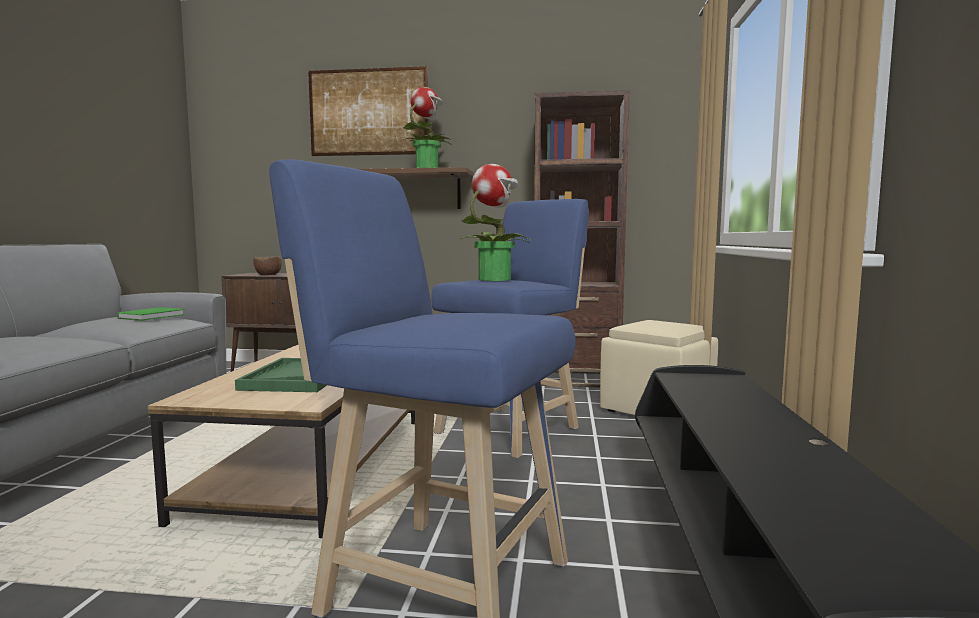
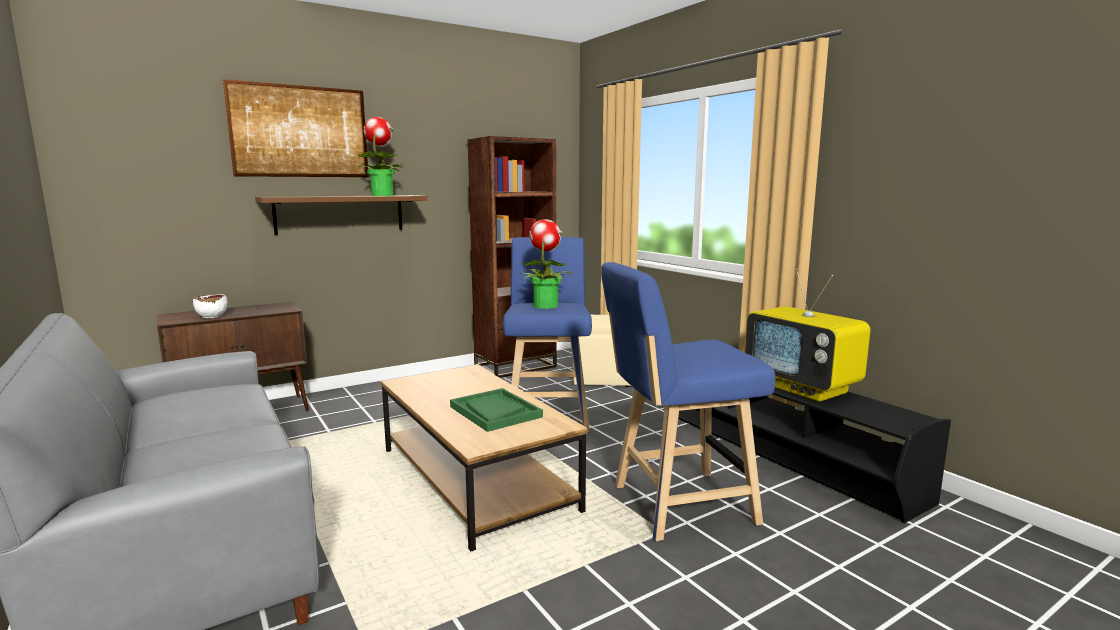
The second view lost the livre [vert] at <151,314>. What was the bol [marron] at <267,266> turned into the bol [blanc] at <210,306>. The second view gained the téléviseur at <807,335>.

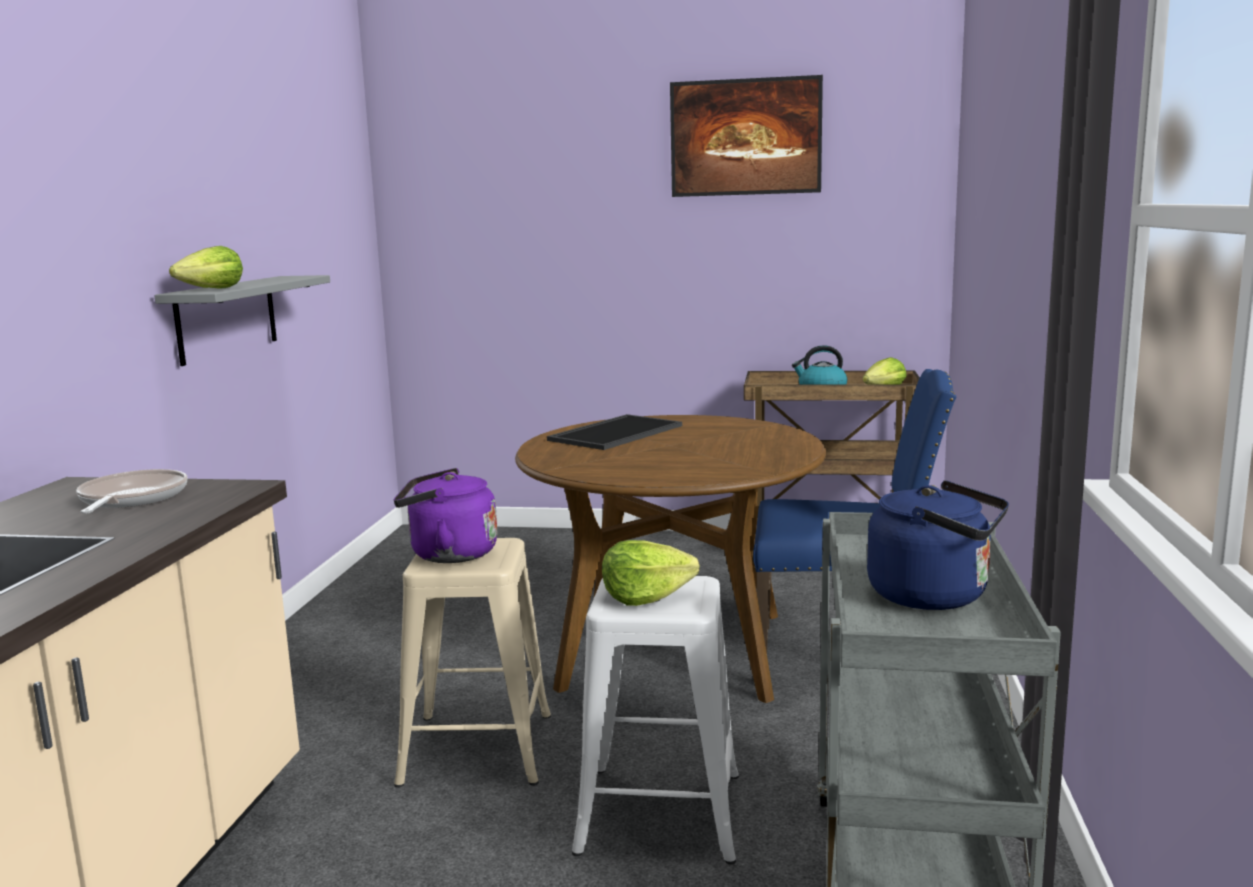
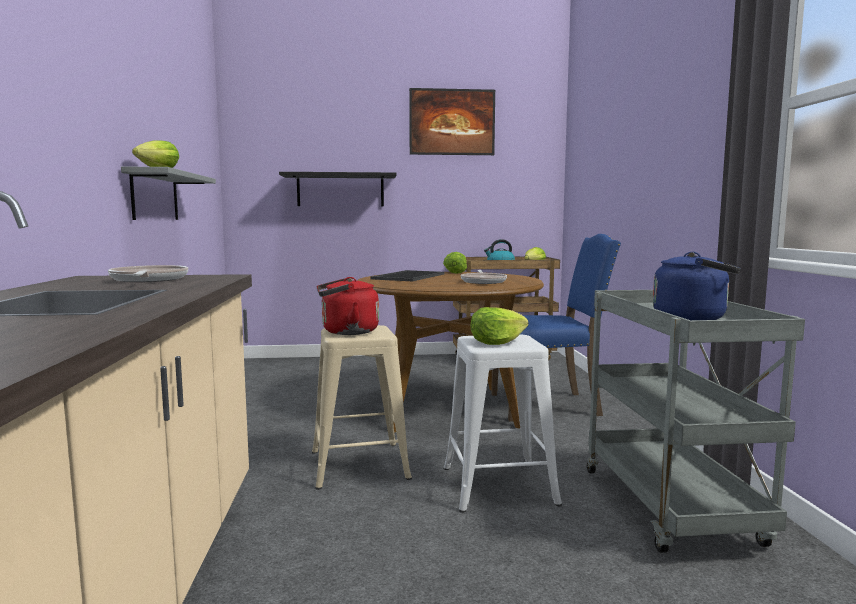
What was the bouilloire [violet] at <445,515> turned into the bouilloire [rouge] at <348,306>. The second view gained the étagère [noir] at <337,189>. The second view gained the laitue at <455,263>. The second view gained the poêle at <484,277>.

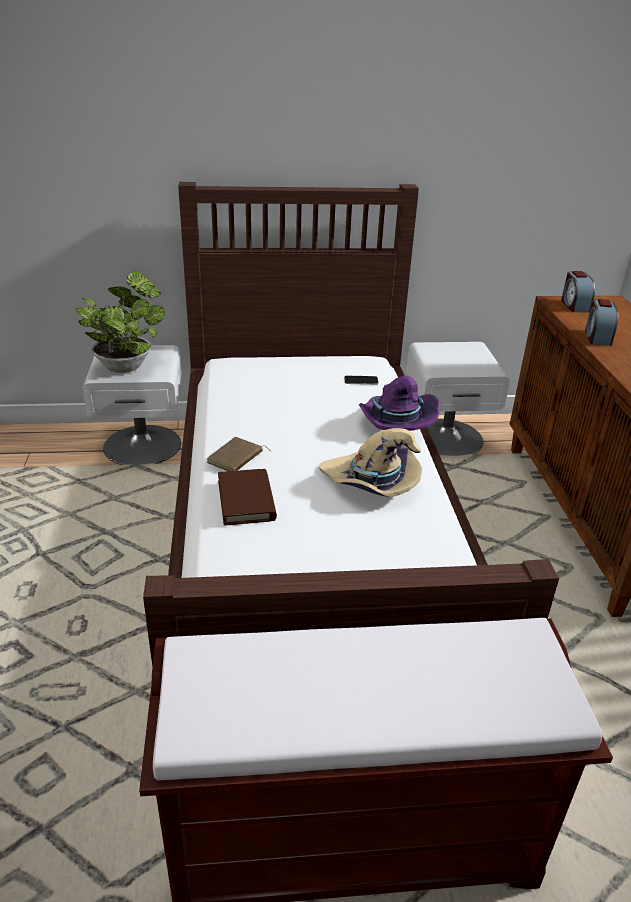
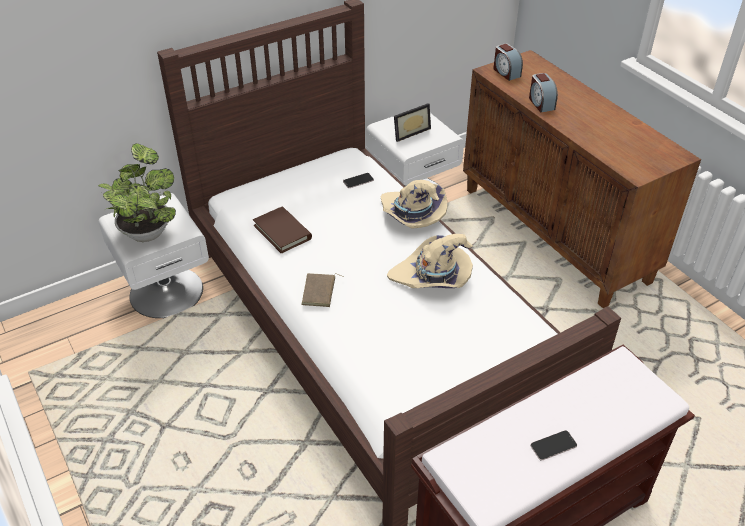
The livre [marron] ended up elsewhere, having gone from <247,497> to <282,230>. What was the chapeau [violet] at <399,403> turned into the chapeau [beige] at <414,204>. The second view gained the cadre photo at <412,122>. The second view gained the téléphone at <553,445>.

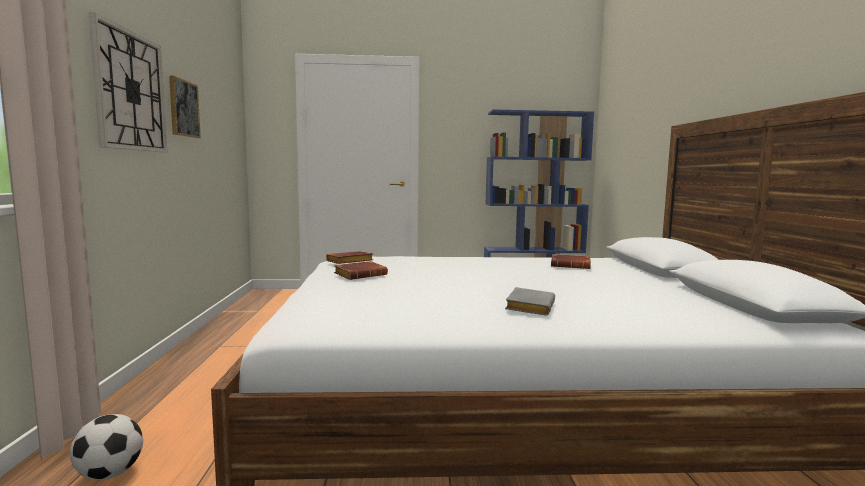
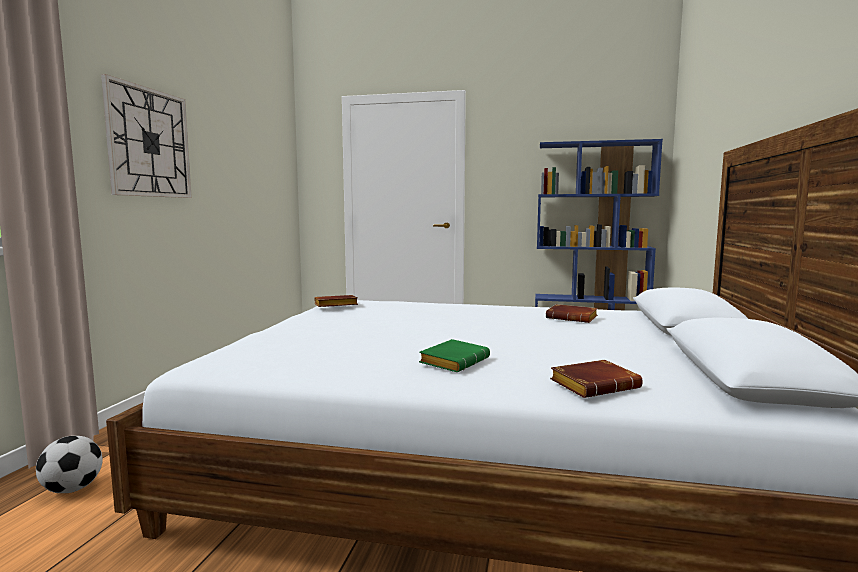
The second view lost the tableau at <185,106>. The livre [marron] ended up elsewhere, having gone from <361,270> to <596,379>. What was the livre [gris] at <530,301> turned into the livre [vert] at <454,355>.

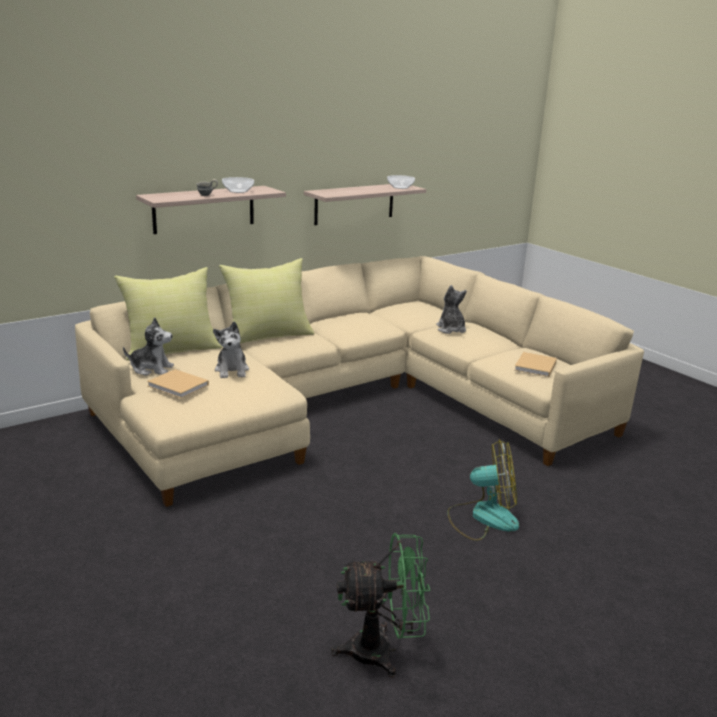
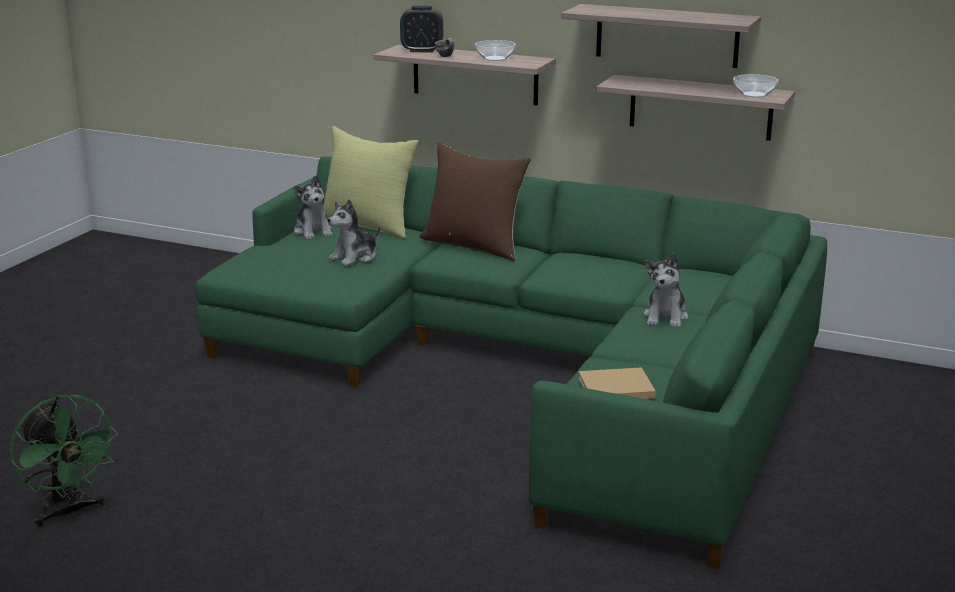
What was the canapé [beige] at <359,381> turned into the canapé [vert] at <511,362>. The second view lost the livre [beige] at <178,383>. What was the coussin [jaune] at <267,300> turned into the coussin [marron] at <475,201>. The peluche at <451,309> ended up facing another way, 150 degrees clockwise from before. The second view lost the ventilateur at <483,490>. The second view gained the réveil at <421,29>. The second view gained the étagère at <661,36>.

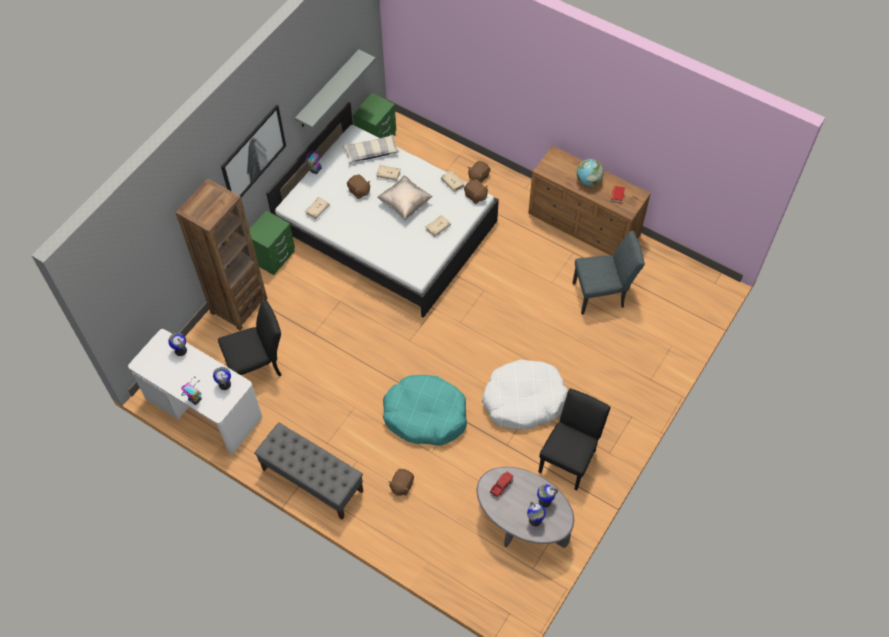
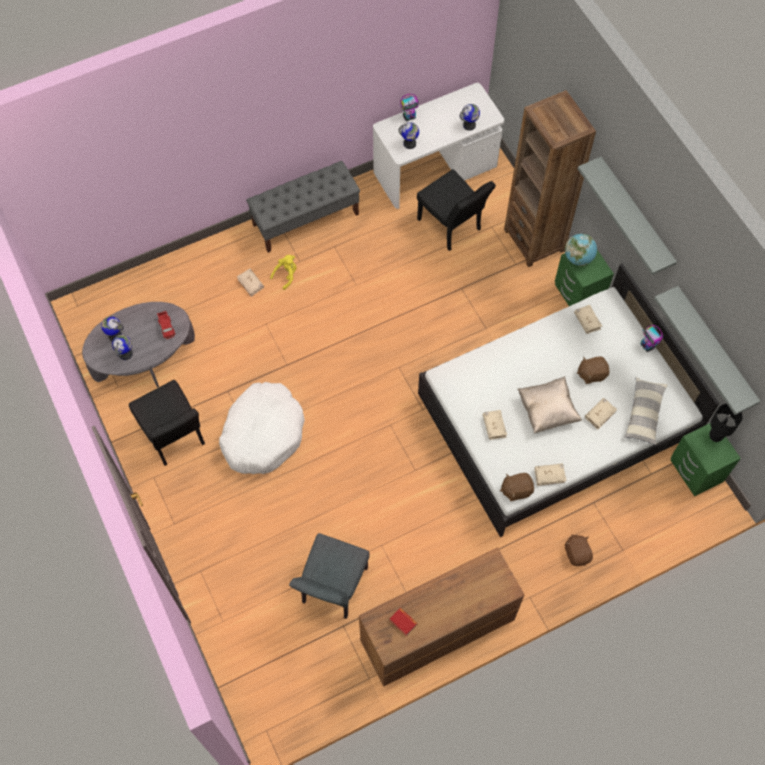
The chaise [noir] at <250,338> ended up facing another way, 45 degrees counterclockwise from before. Where the tableau hung at <253,151>, the étagère [gris] came to hang at <627,216>. The second view lost the panier pour chien [turquoise] at <425,410>. Where the peluche [marron] stood at <401,482>, the livre [beige] came to stand at <250,283>. The globe ended up elsewhere, having gone from <590,172> to <581,250>. The second view gained the peluche [jaune] at <283,272>. The second view gained the lampe de table [noir] at <726,422>.

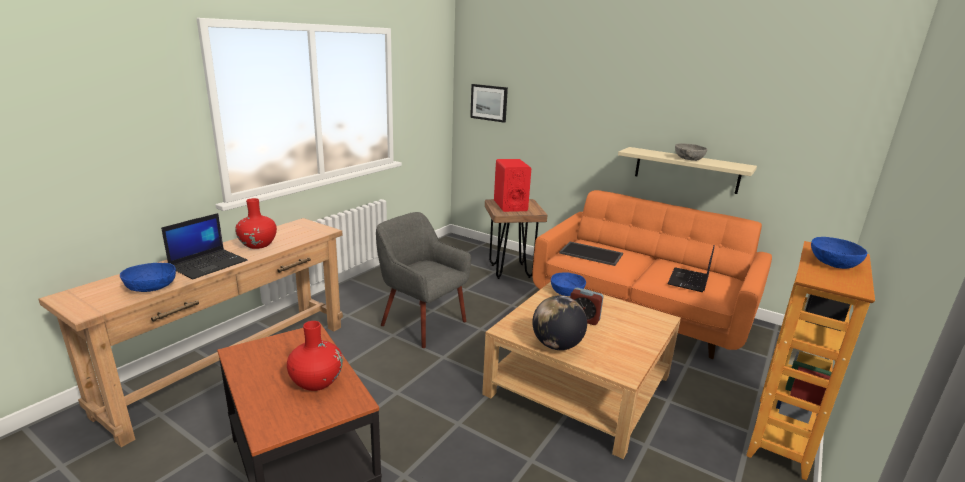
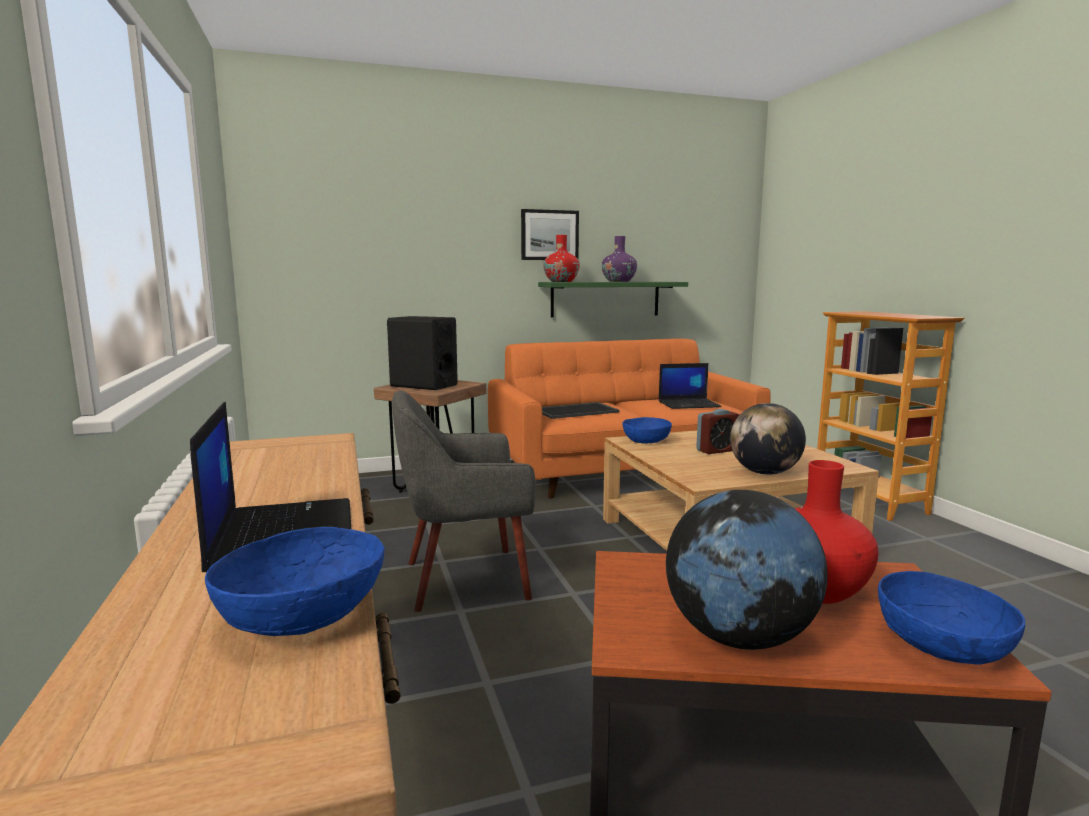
The vase [rouge] ended up elsewhere, having gone from <256,223> to <561,258>. The tableau ended up elsewhere, having gone from <489,103> to <550,234>. What was the enceinte [rouge] at <512,185> turned into the enceinte [noir] at <422,353>. What was the étagère [beige] at <687,170> turned into the étagère [vert] at <613,300>. The ordinateur portable at <691,268> ended up facing another way, 75 degrees counterclockwise from before. Where the bol [gris] stood at <691,152>, the vase [violet] came to stand at <619,259>. The bol [bleu] ended up elsewhere, having gone from <839,253> to <951,618>. The second view gained the globe at <747,570>.

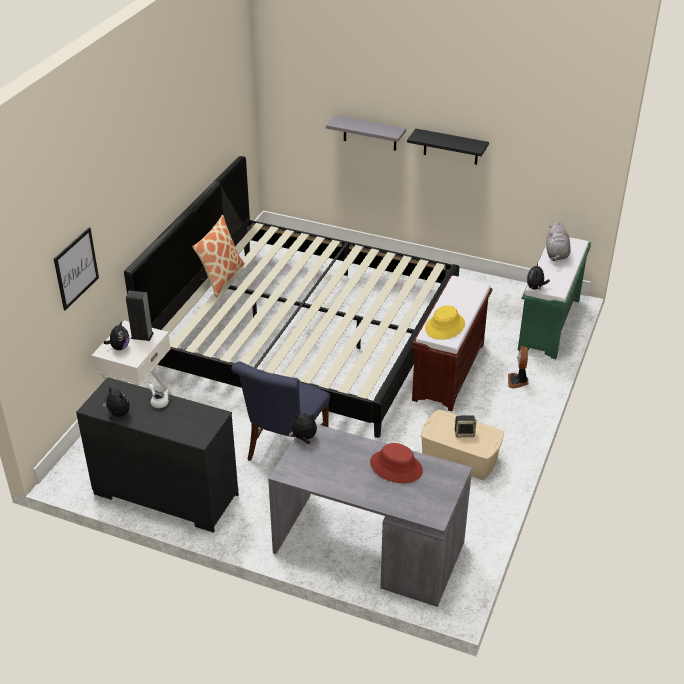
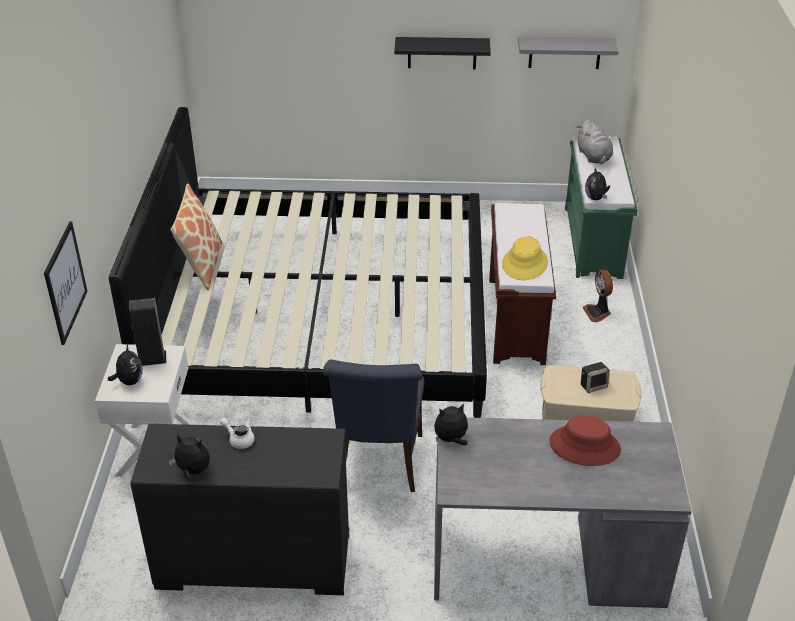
The étagère [gris] ended up elsewhere, having gone from <366,133> to <568,52>.

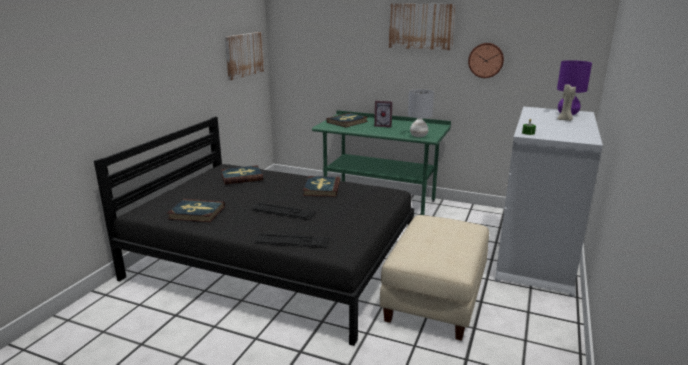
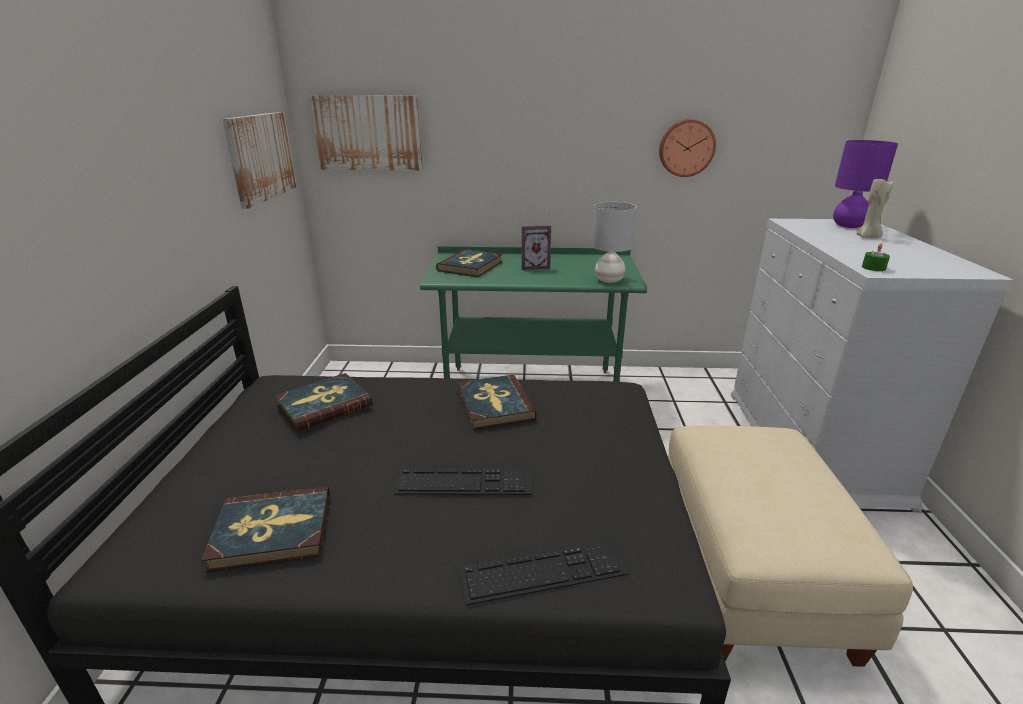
The tableau ended up elsewhere, having gone from <422,26> to <366,132>.

